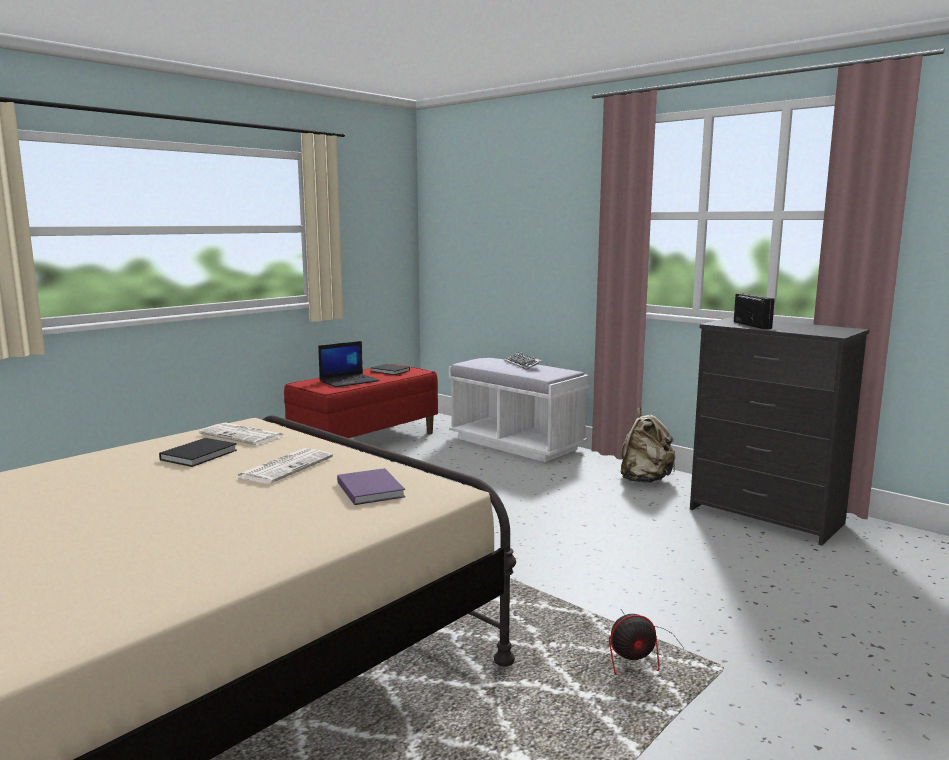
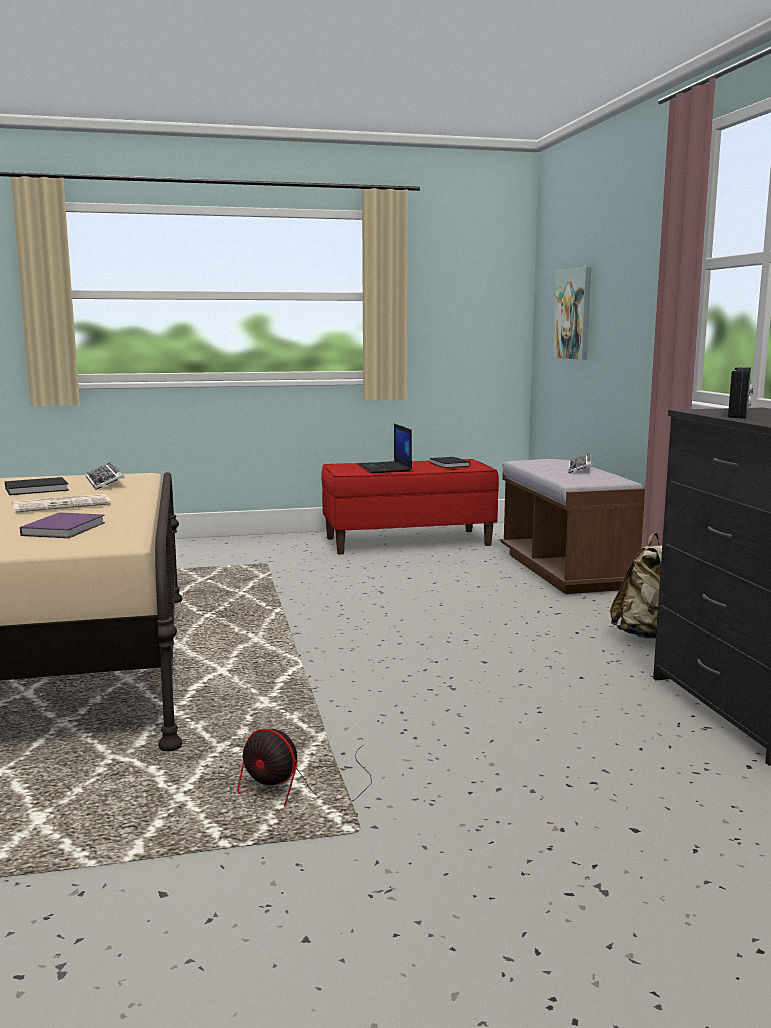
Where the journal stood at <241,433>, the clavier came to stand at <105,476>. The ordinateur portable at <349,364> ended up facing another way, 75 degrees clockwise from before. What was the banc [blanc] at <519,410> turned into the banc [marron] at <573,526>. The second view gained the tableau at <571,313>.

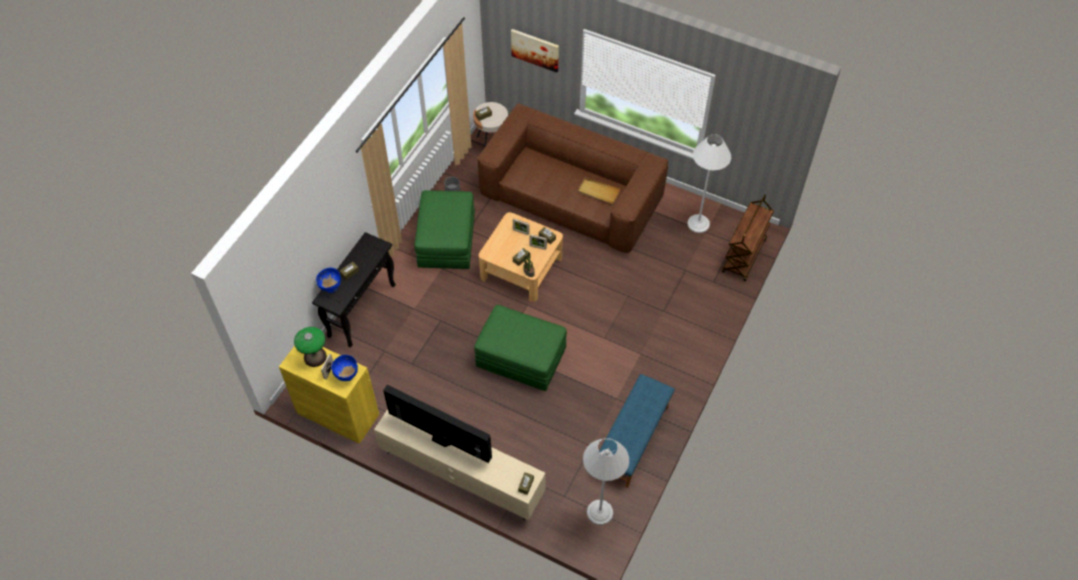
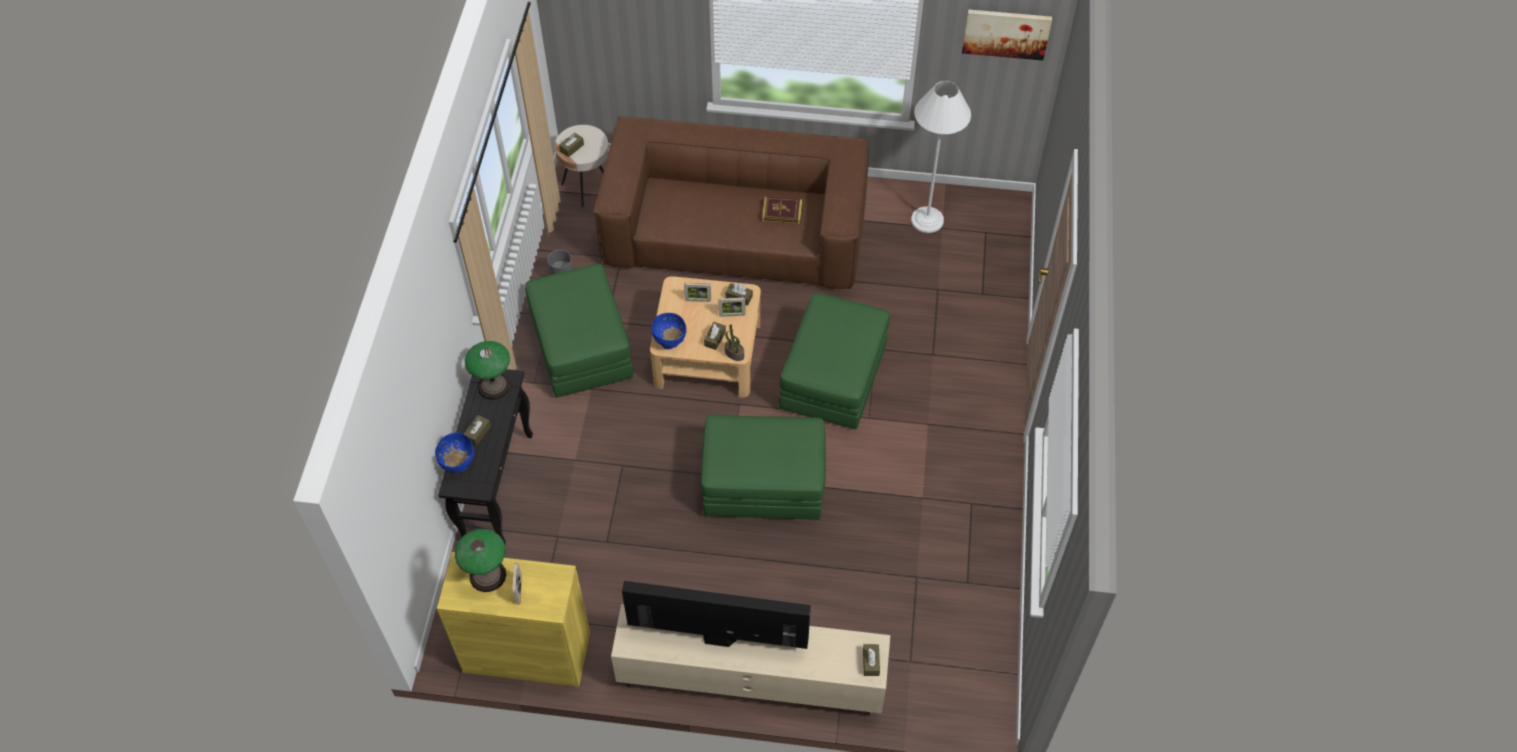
The bol [bleu] ended up elsewhere, having gone from <344,368> to <669,331>. The tableau ended up elsewhere, having gone from <535,51> to <1007,35>. Where the plateau [beige] stood at <598,191>, the livre came to stand at <782,210>. The second view lost the lampadaire [blanc] at <606,481>. The second view lost the banc [bleu] at <637,431>. The second view lost the chariot [marron] at <748,237>. The second view gained the lampe de table at <488,370>. The second view gained the pouf [vert] at <834,361>.

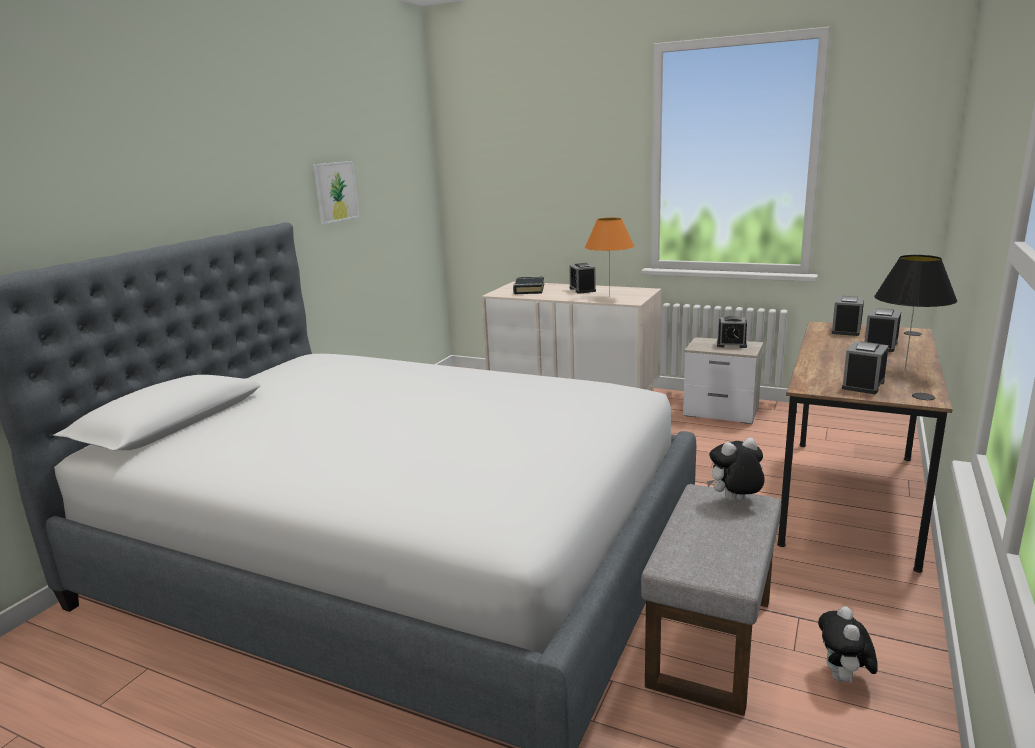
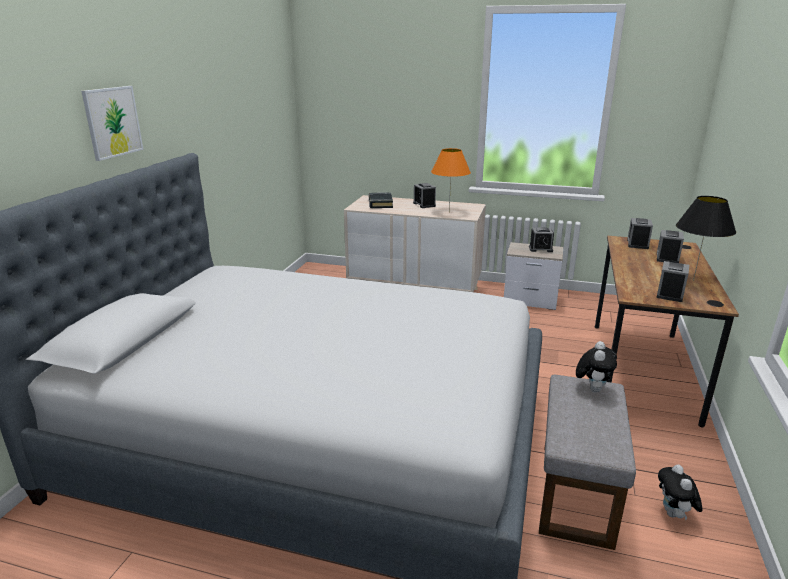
The tableau ended up elsewhere, having gone from <336,192> to <112,123>. The peluche at <735,469> ended up facing another way, 135 degrees clockwise from before.

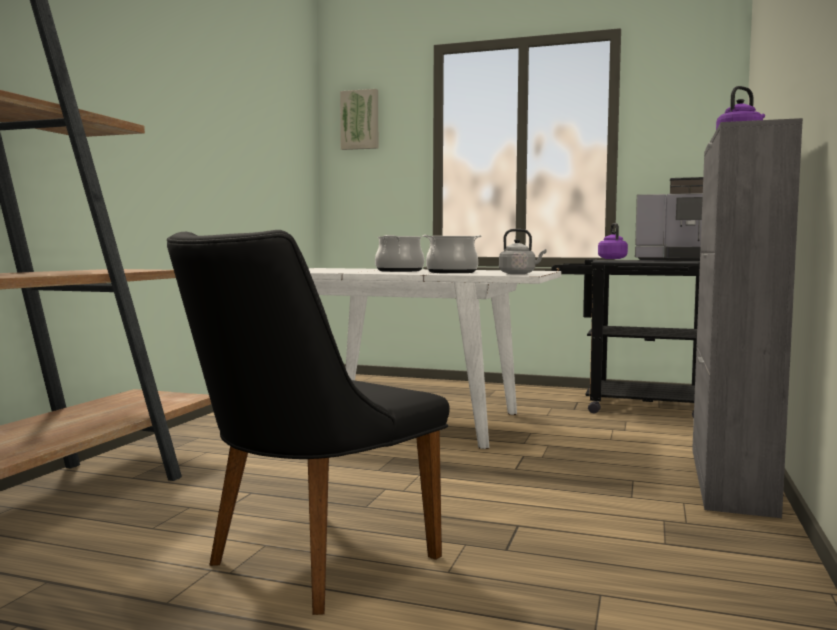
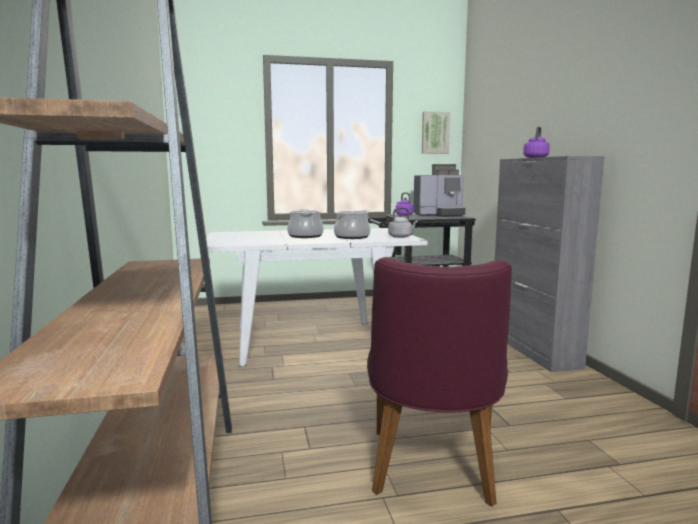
What was the chaise [noir] at <308,422> turned into the chaise [violet] at <439,382>. The tableau ended up elsewhere, having gone from <359,119> to <436,132>.

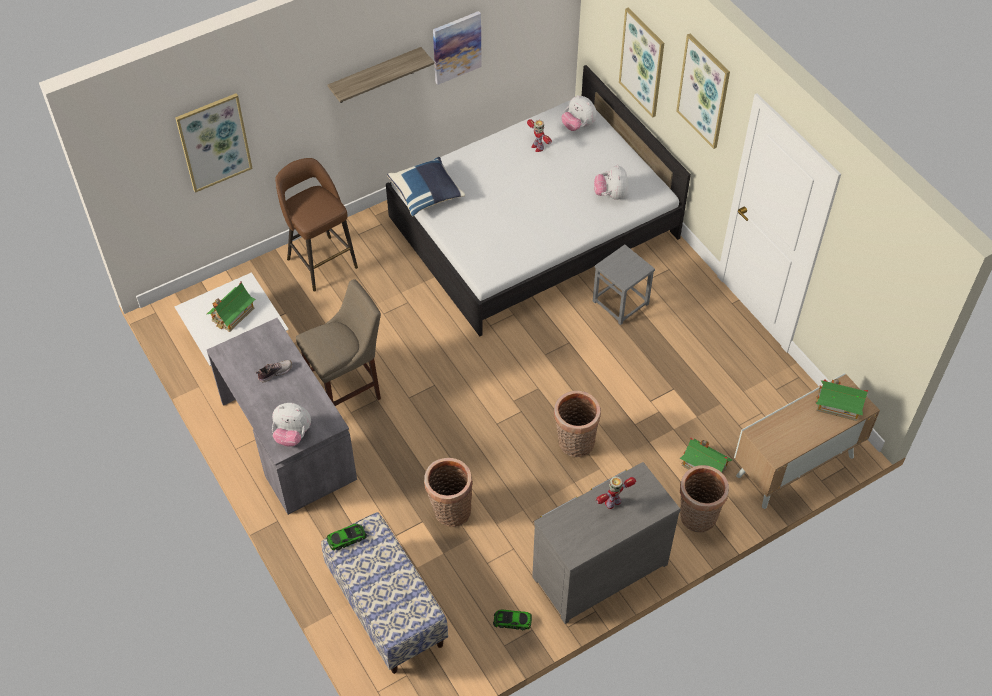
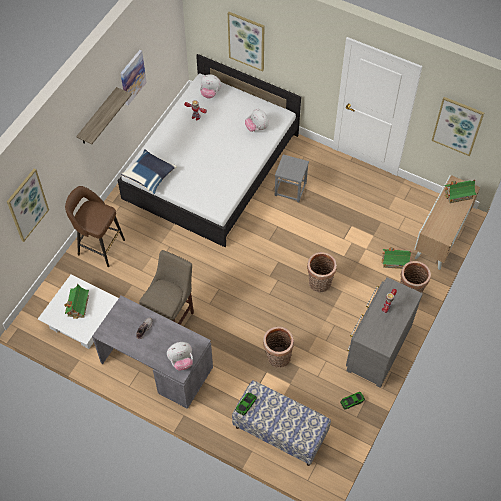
The tableau ended up elsewhere, having gone from <703,91> to <458,126>.

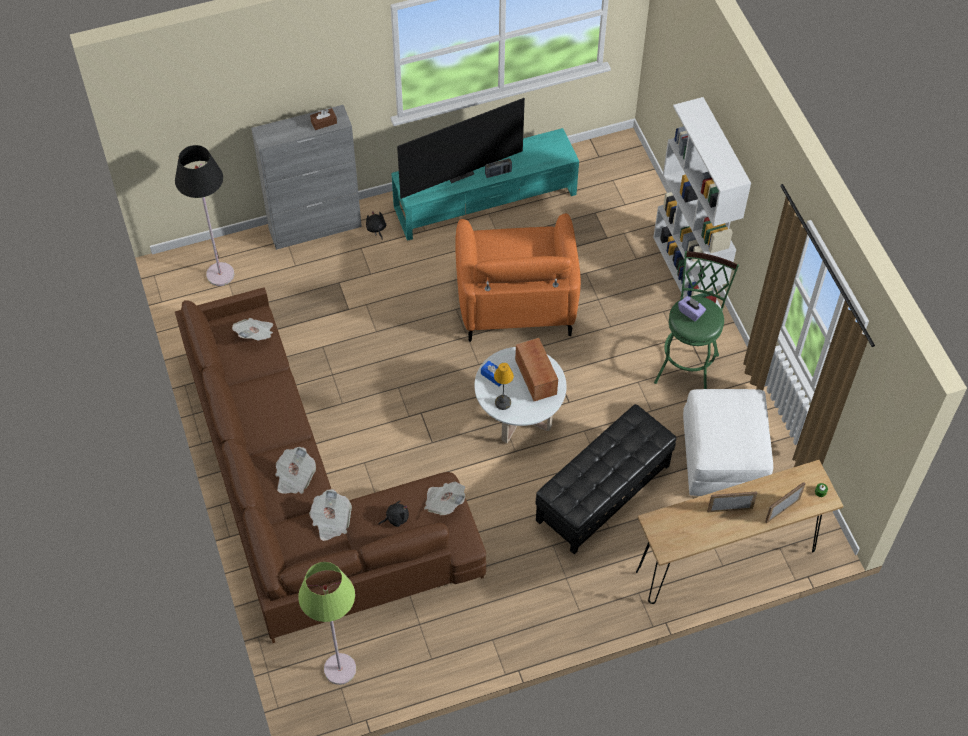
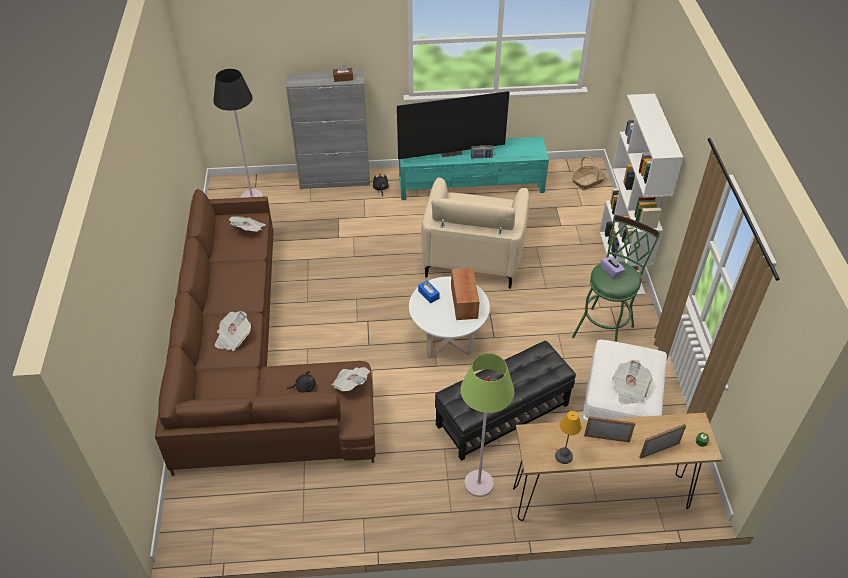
The lampadaire [vert] ended up elsewhere, having gone from <327,623> to <487,425>. The journal ended up elsewhere, having gone from <330,515> to <632,382>. What was the fauteuil [orange] at <518,277> turned into the fauteuil [beige] at <475,233>. The lampe de table ended up elsewhere, having gone from <504,386> to <568,437>. The second view gained the panier at <589,173>.

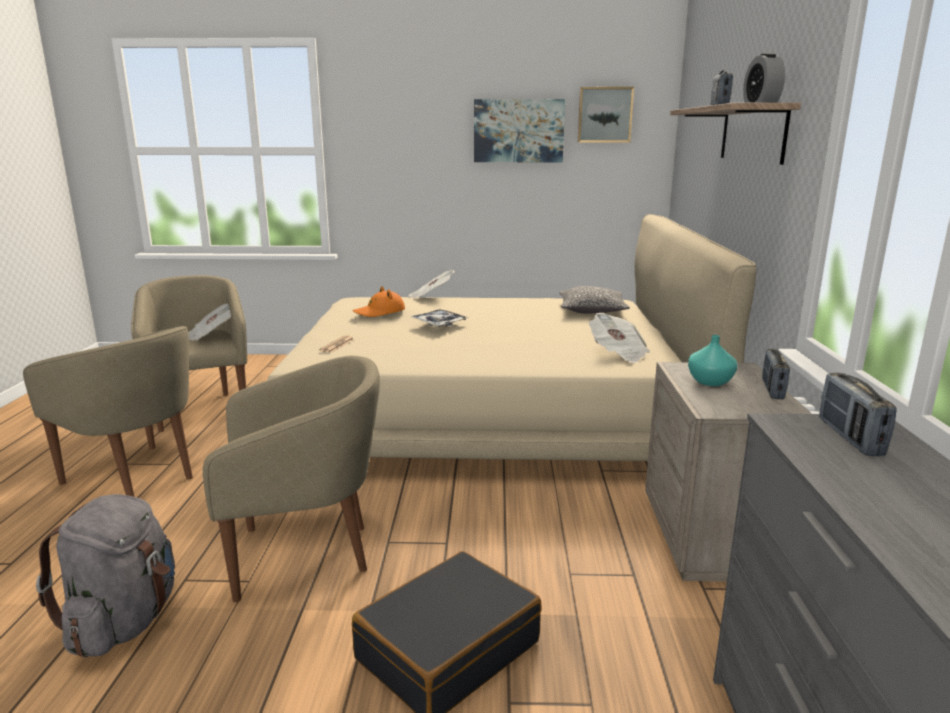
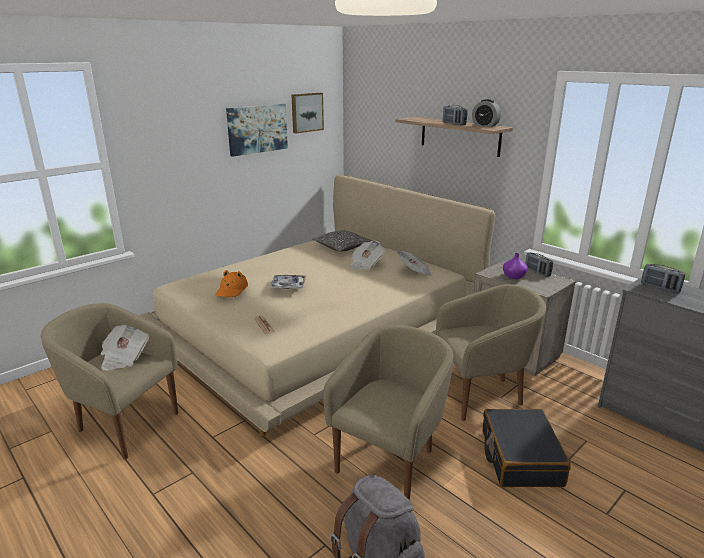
The fauteuil [beige] ended up elsewhere, having gone from <108,411> to <491,352>. The journal ended up elsewhere, having gone from <431,284> to <367,255>. What was the vase [turquoise] at <712,360> turned into the vase [violet] at <515,266>.

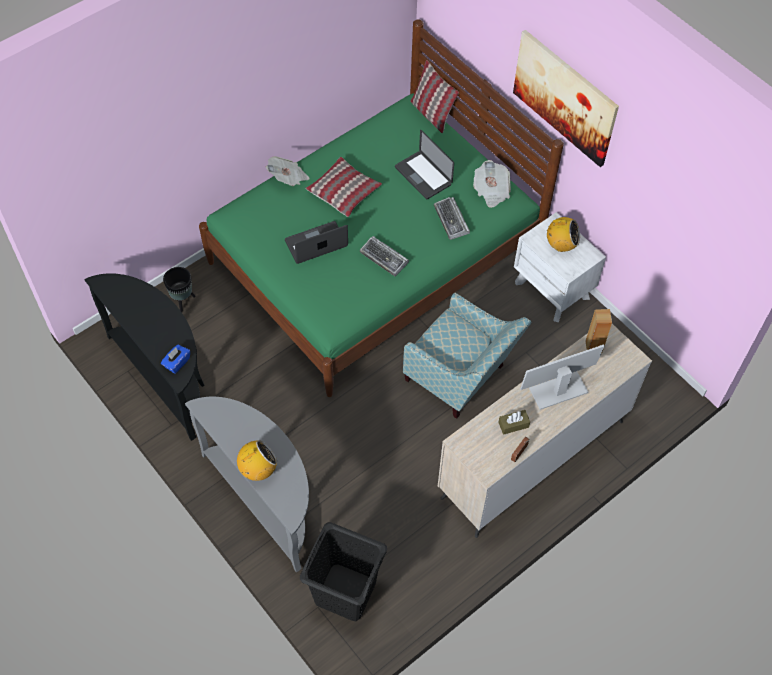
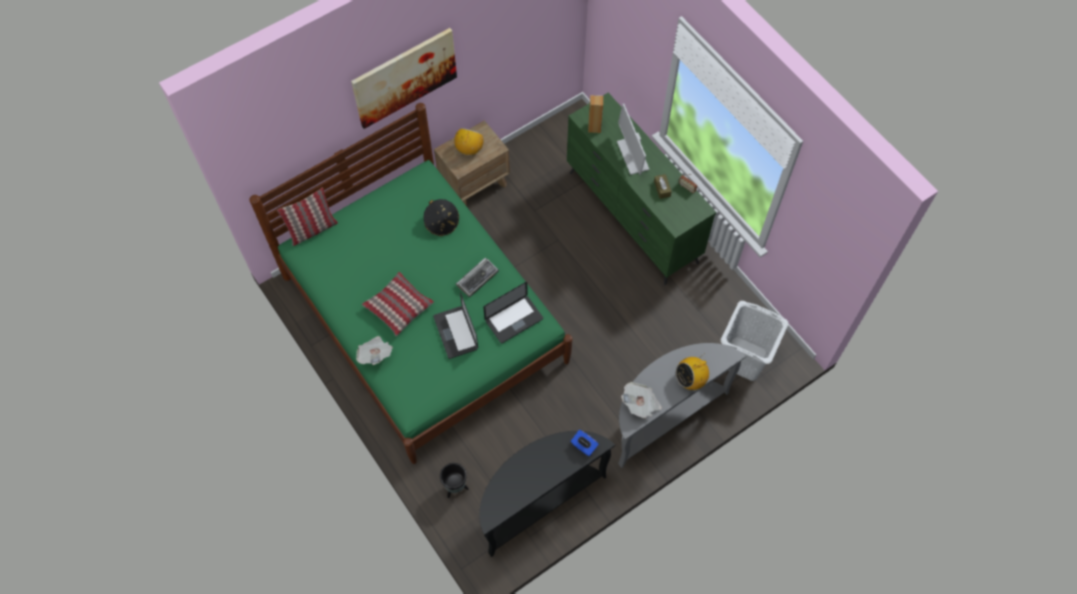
The radio at <257,460> ended up facing another way, 90 degrees counterclockwise from before. What was the panier à linge [noir] at <343,571> turned into the panier à linge [blanc] at <754,341>. The ordinateur portable ended up elsewhere, having gone from <424,164> to <513,312>. The second view lost the fauteuil at <467,356>. Where the clavier stood at <452,218>, the chapeau [noir] came to stand at <441,217>. What was the commode [beige] at <545,431> turned into the commode [vert] at <641,189>. The journal ended up elsewhere, having gone from <492,184> to <641,400>. What was the table de chevet [blanc] at <560,267> turned into the table de chevet [marron] at <472,163>.

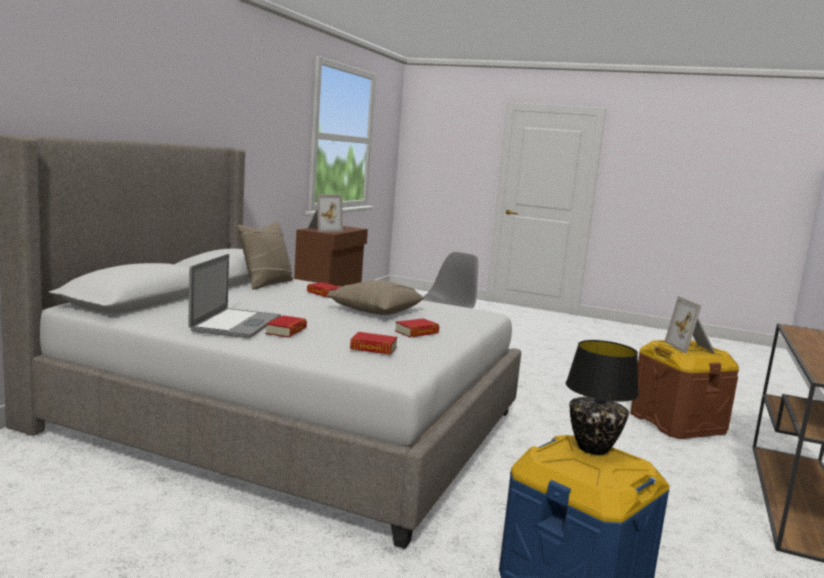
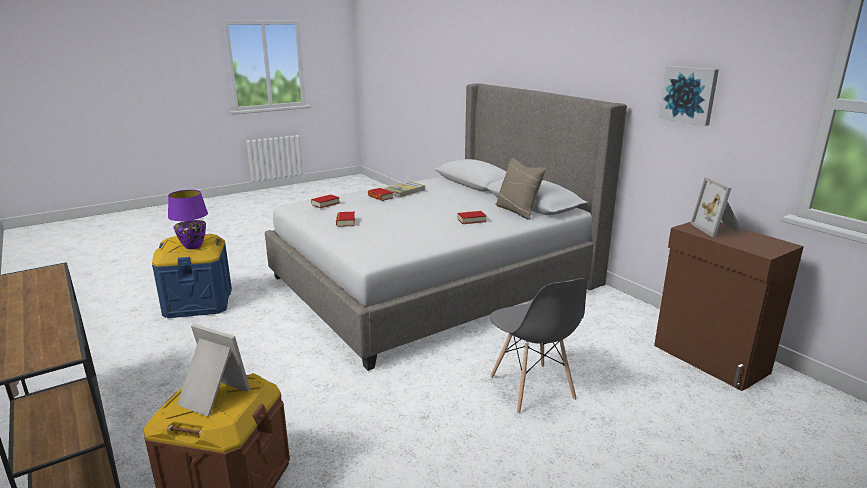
Where the ordinateur portable stood at <234,296>, the livre came to stand at <404,189>. The second view lost the coussin [beige] at <375,297>. What was the lampe de table [noir] at <602,397> turned into the lampe de table [violet] at <188,219>. The second view gained the tableau at <689,96>.

